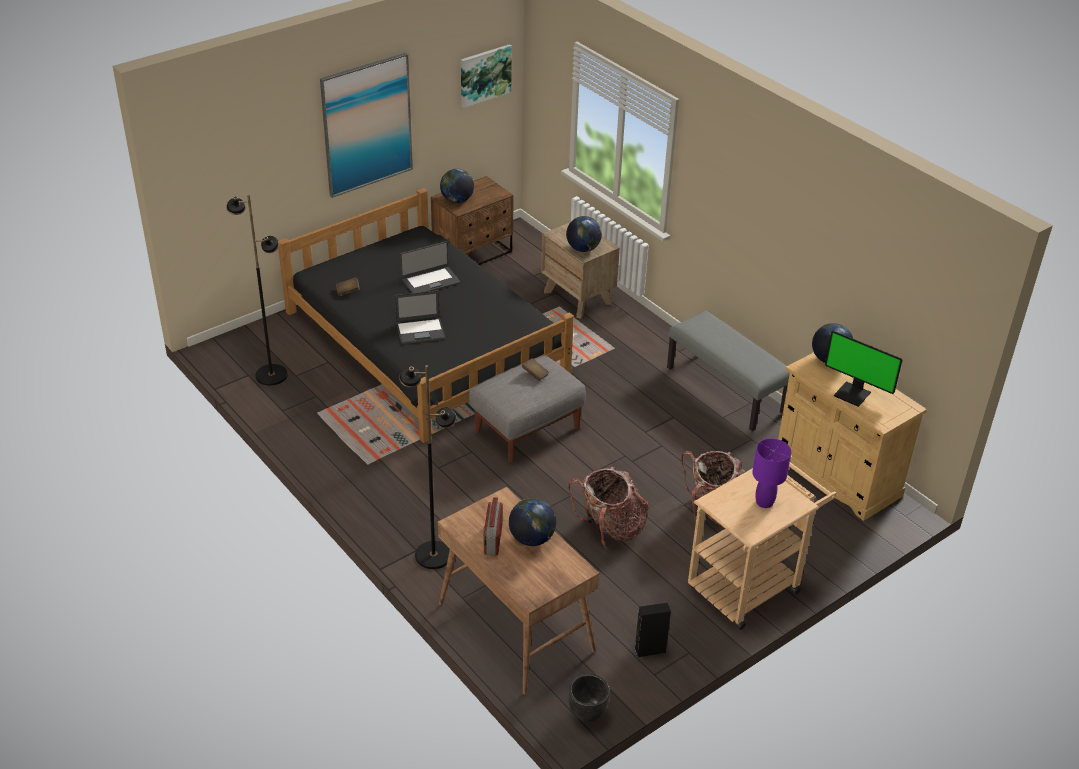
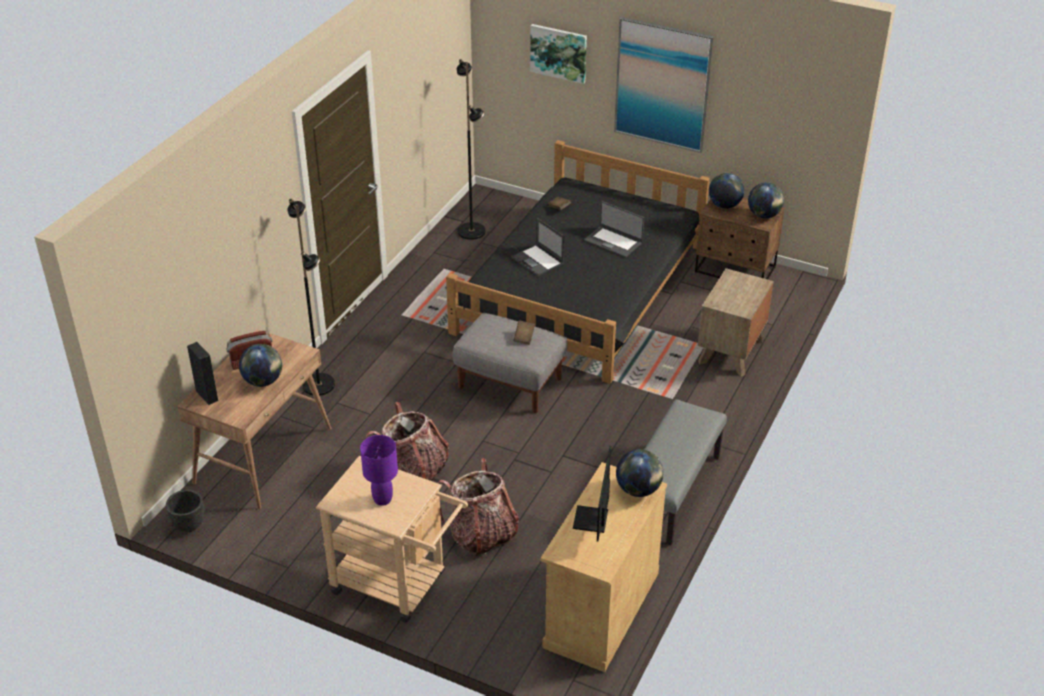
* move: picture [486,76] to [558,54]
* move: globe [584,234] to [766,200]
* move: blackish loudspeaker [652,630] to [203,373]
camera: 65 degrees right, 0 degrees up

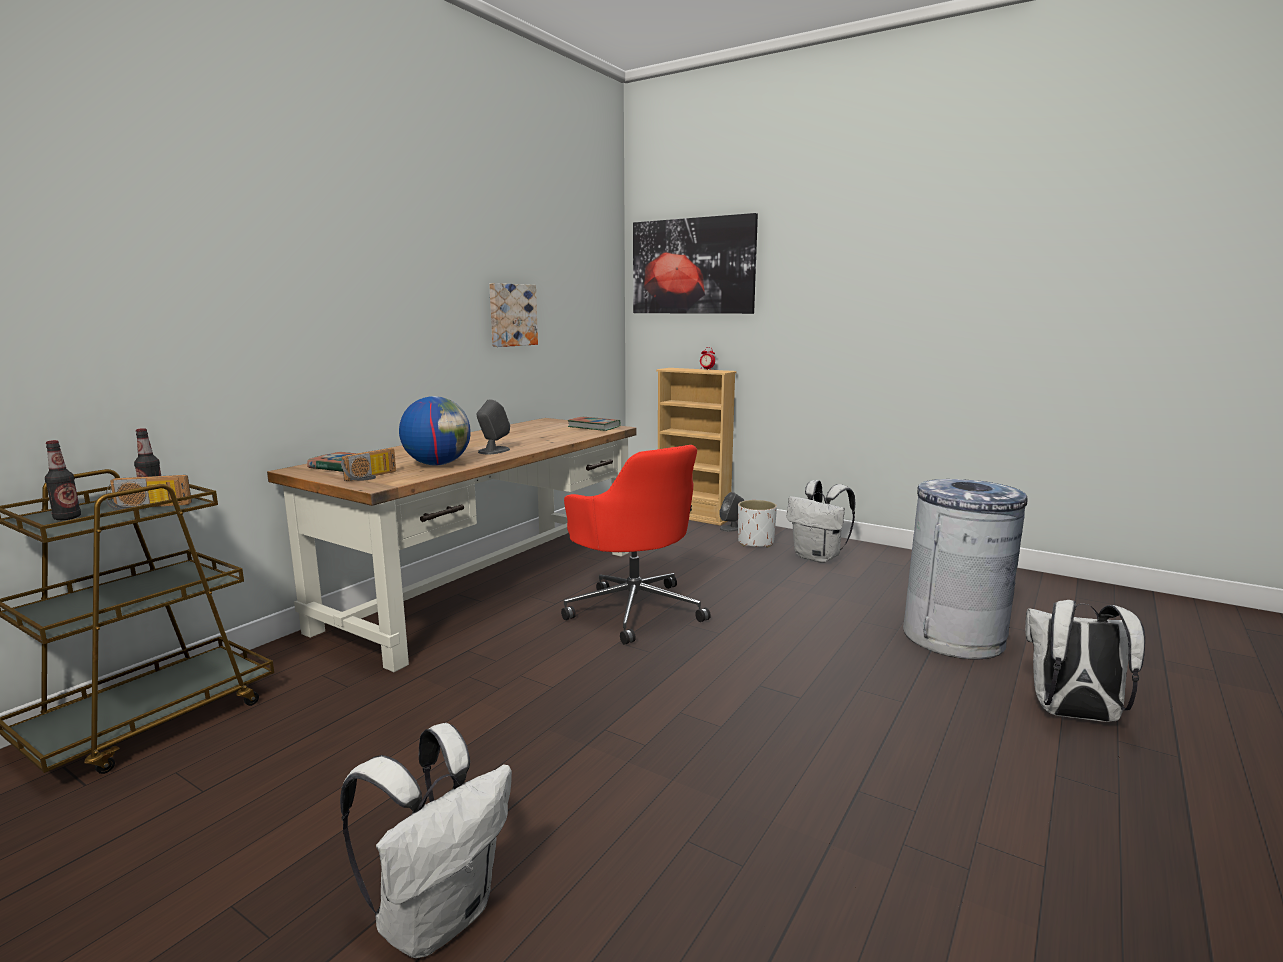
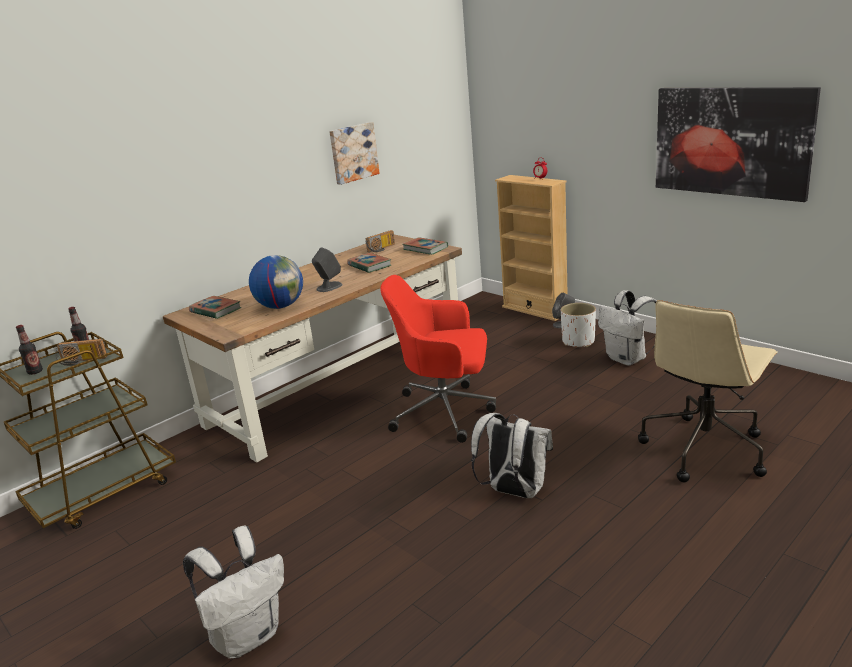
* move: radio receiver [368,464] to [380,241]
* rotate: reddish office chair [636,545] = [438,359] 120 degrees clockwise
* move: picture [695,263] to [738,144]
* replace: gray rubbish bin [965,569] to sand-coloured office chair [708,391]
* move: white-coloured backpack [1085,661] to [512,455]
* insert: volume [369,263]
camera: 15 degrees right, 10 degrees up

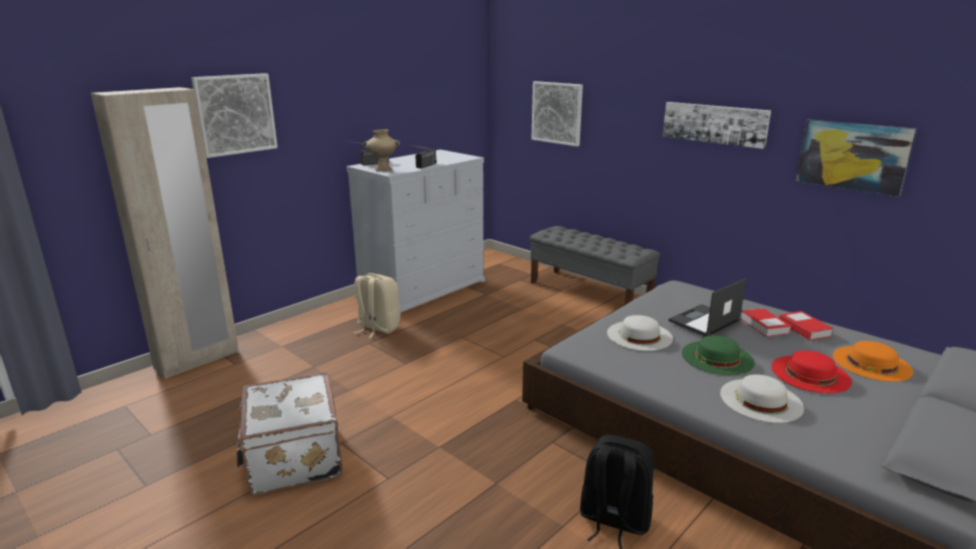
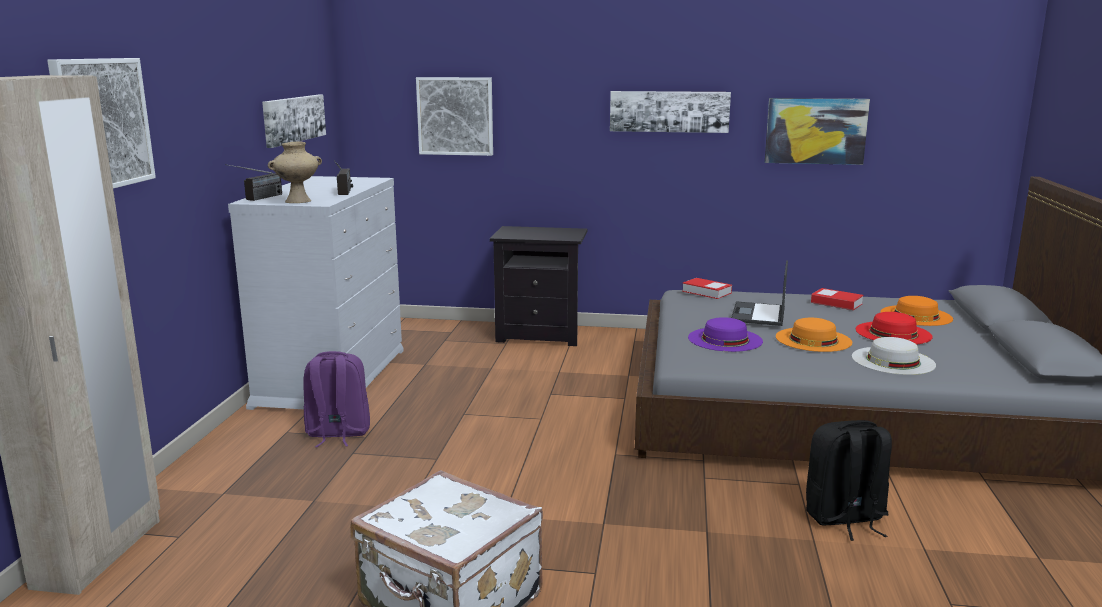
* recolor: sand-coloured backpack [377,305] to purplish backpack [336,399]
* replace: gray long seat [594,265] to blackish night table [539,286]
* recolor: white-coloured clothing hat [640,333] to purplish clothing hat [725,334]
* recolor: greenish clothing hat [718,355] to orange-coloured clothing hat [814,335]
* move: volume [765,322] to [707,288]
* insert: picture [294,121]
camera: 35 degrees left, 5 degrees down

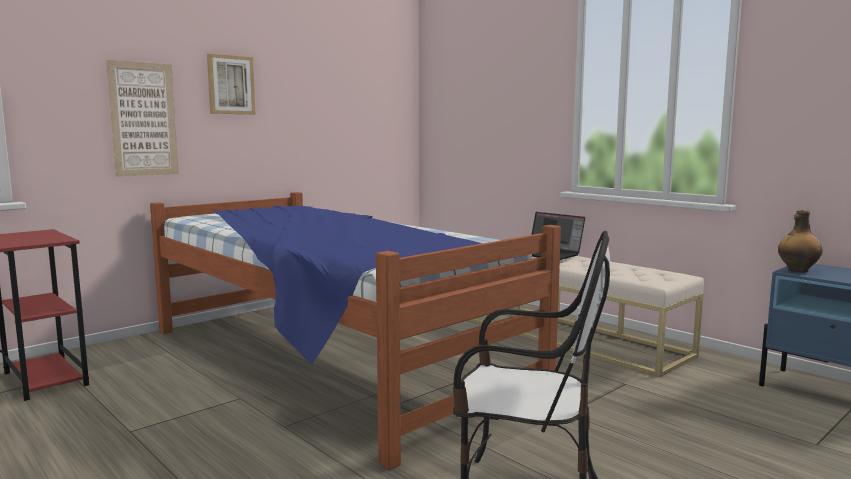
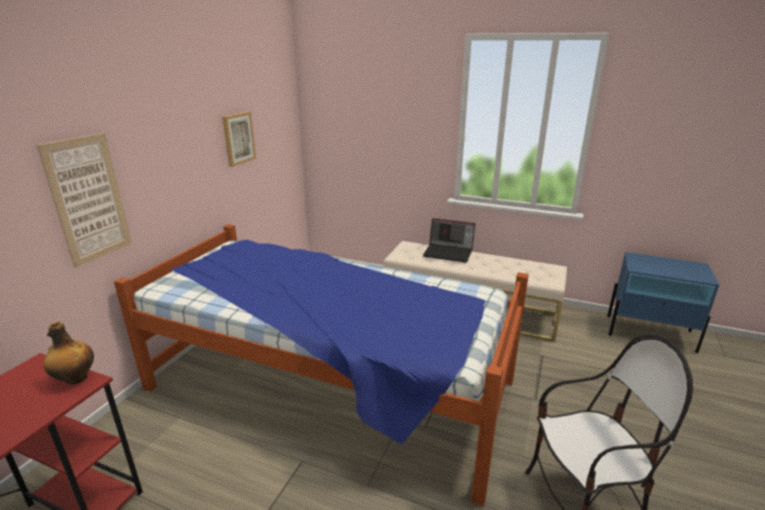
* move: picture [231,84] to [239,139]
* move: drink bottle [800,241] to [69,352]
camera: 25 degrees left, 15 degrees up

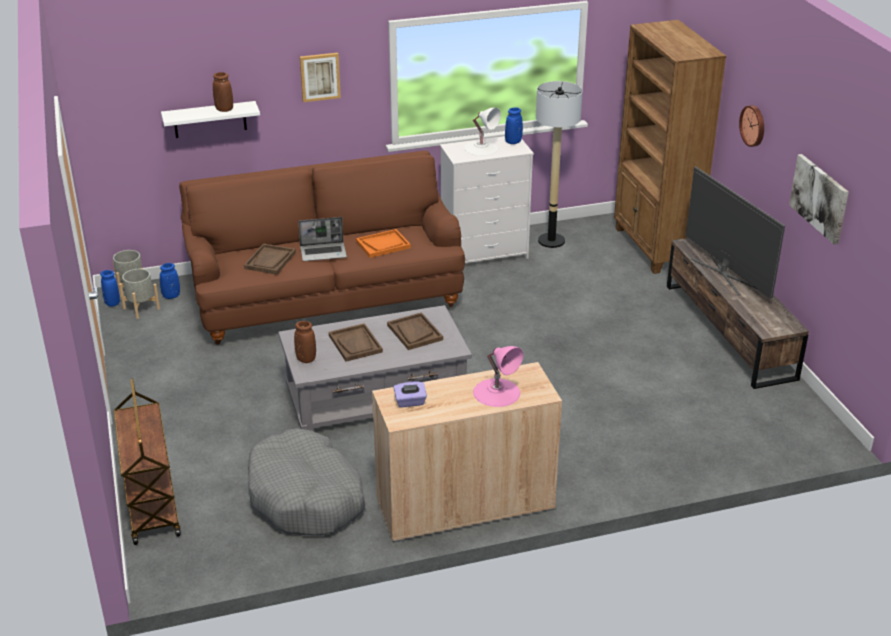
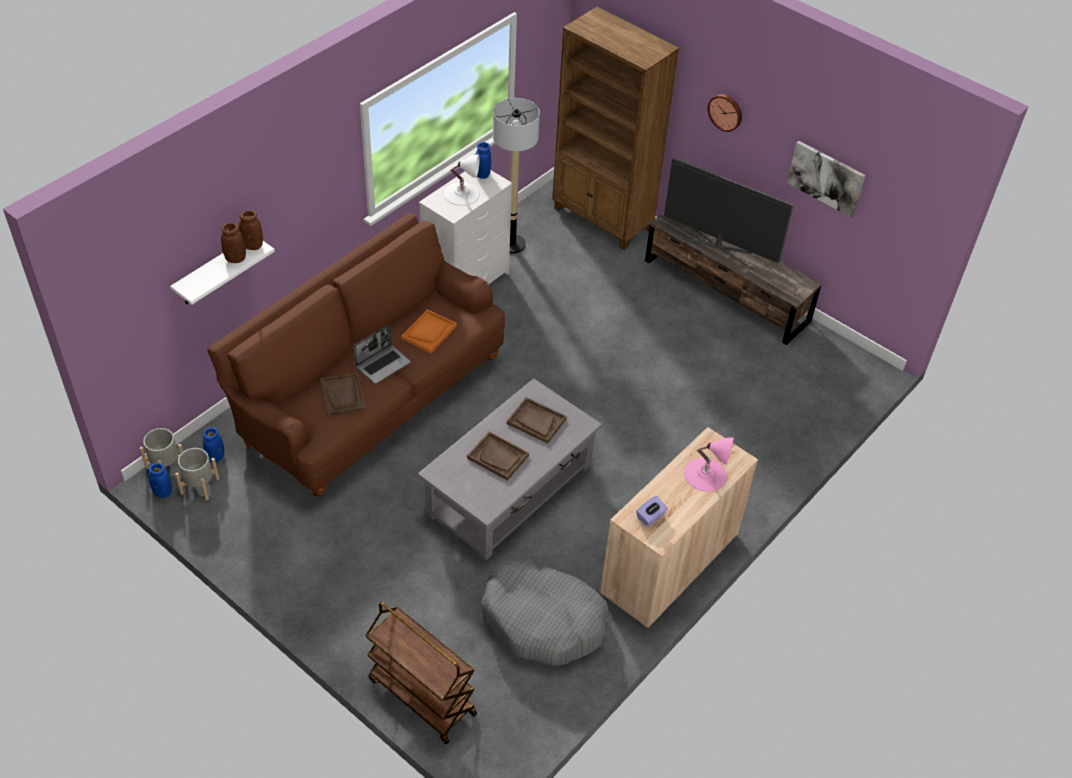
* move: brown-coloured decorative vase [305,342] to [251,230]
* delete: picture [320,77]
camera: 35 degrees left, 15 degrees up

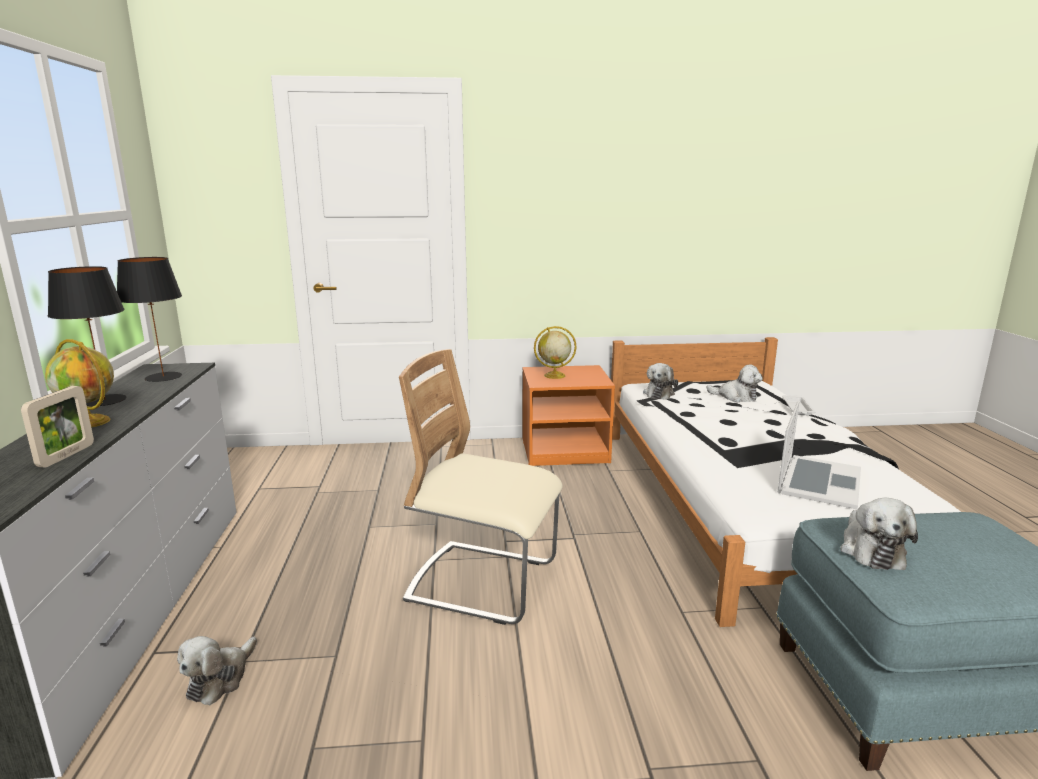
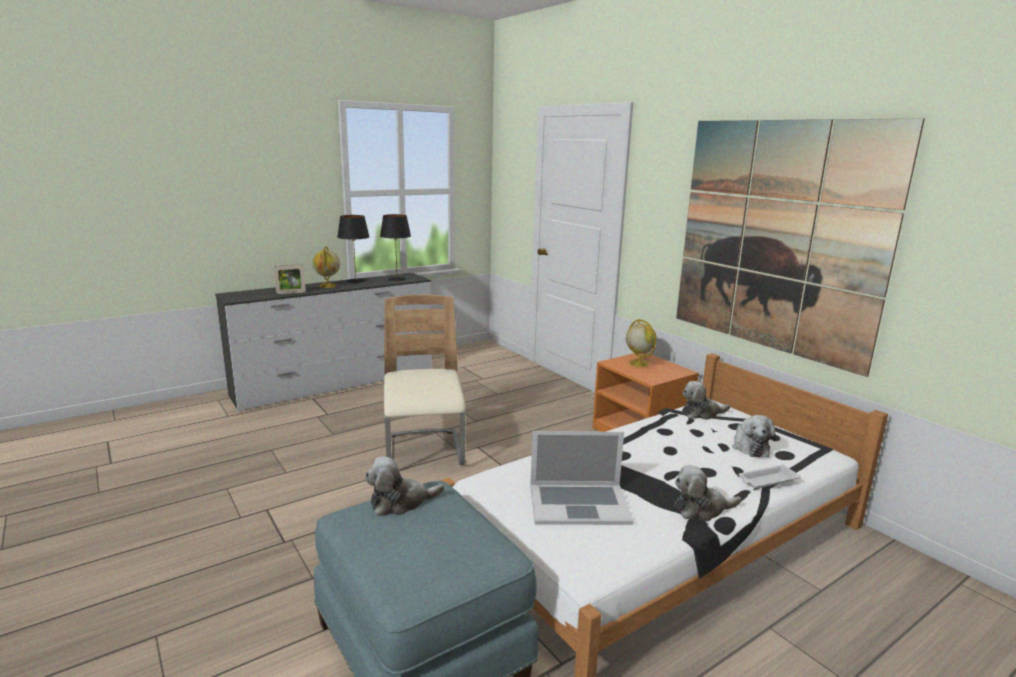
* move: plush toy [217,670] to [707,493]
* insert: picture [800,247]
camera: 60 degrees right, 0 degrees up

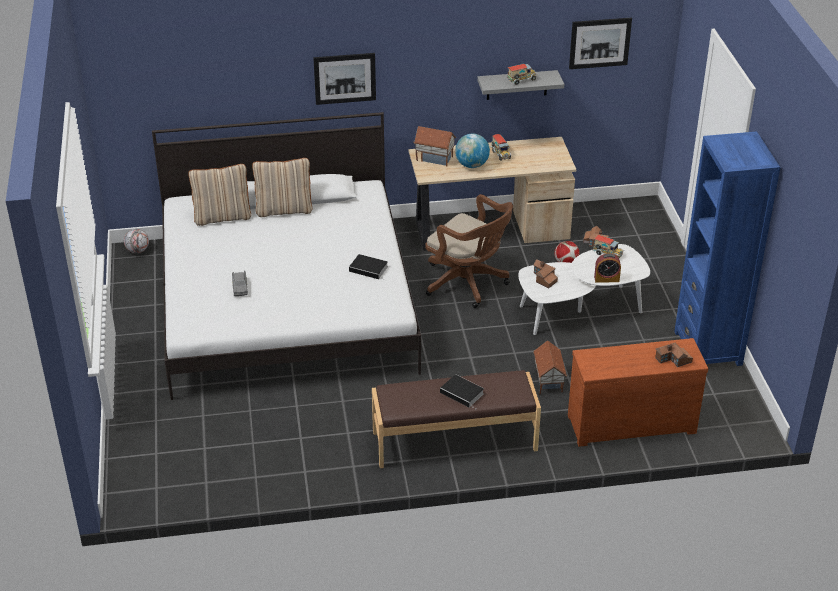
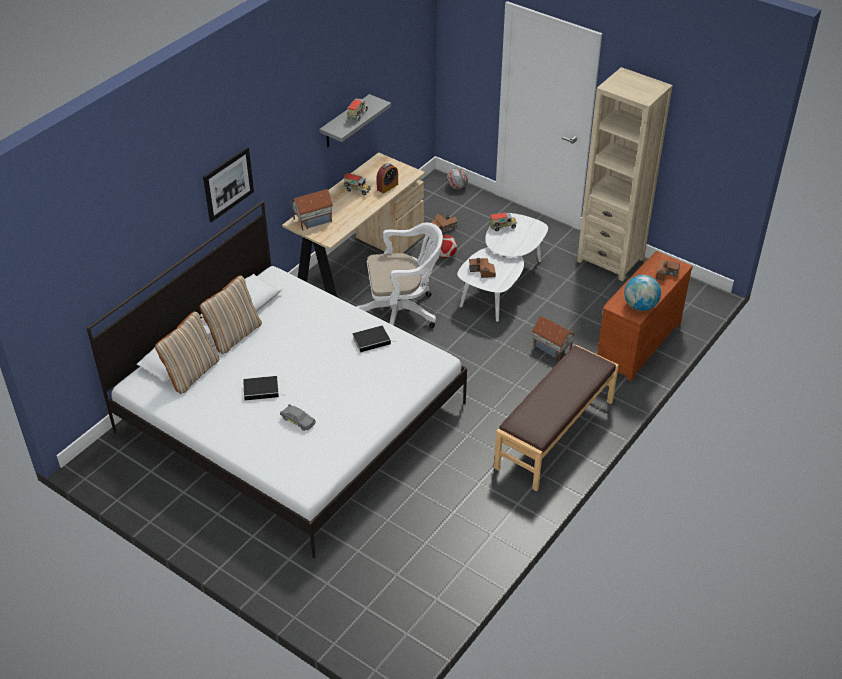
* move: football [136,241] to [457,178]
* recolor: brown-coloured office chair [469,251] to white-coloured office chair [400,276]
* move: volume [462,392] to [263,388]
* move: globe [472,151] to [642,293]
* delete: picture [600,43]
* move: bedside clock [607,267] to [387,178]
* recolor: blue shelving unit [727,248] to sand-coloured shelving unit [625,174]
camera: 45 degrees left, 5 degrees up

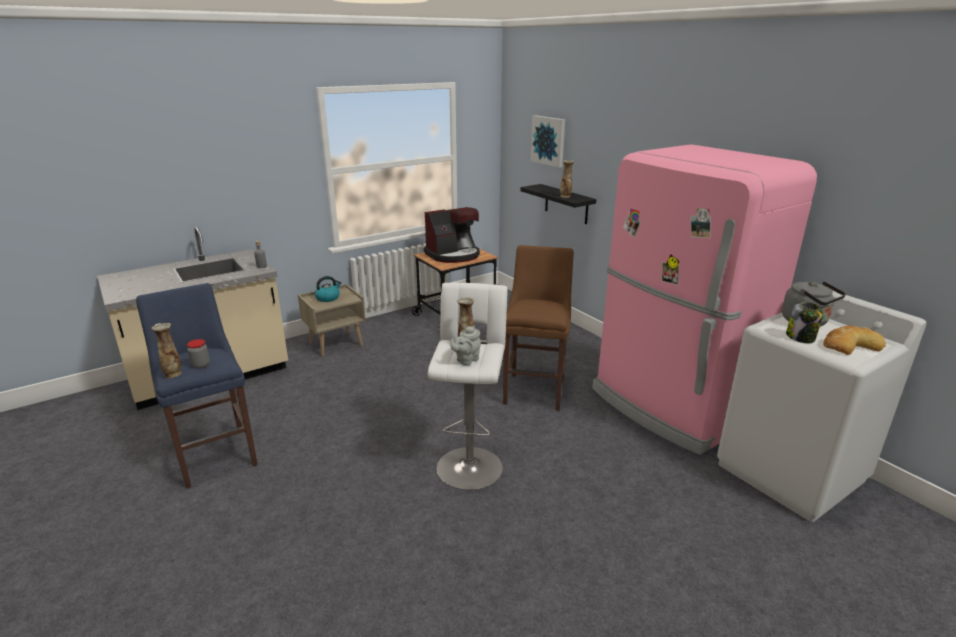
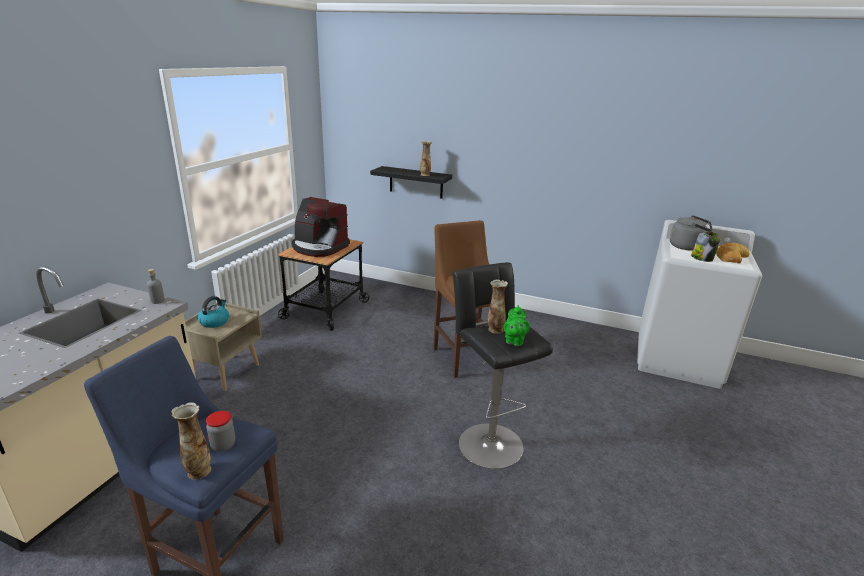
* rotate: coffee machine [451,235] = [321,227] 90 degrees clockwise
* recolor: white-coloured stool [467,386] to blackish stool [502,365]
* recolor: gray pot for tea [465,345] to greenish pot for tea [516,325]
* delete: picture [547,141]
* delete: pinkish fridge [704,300]
camera: 35 degrees left, 0 degrees up

